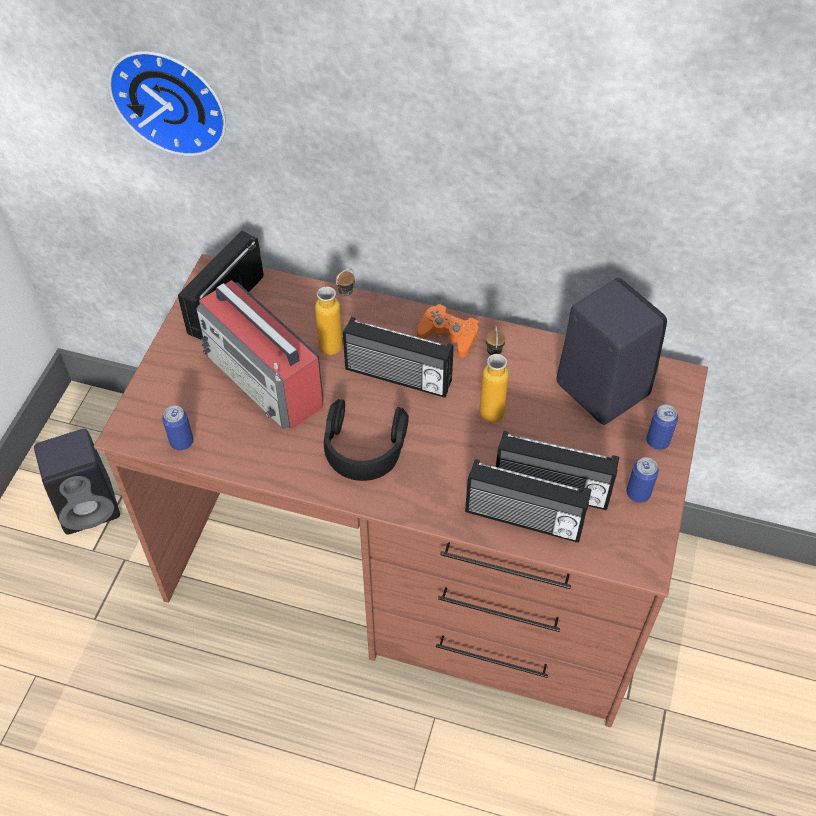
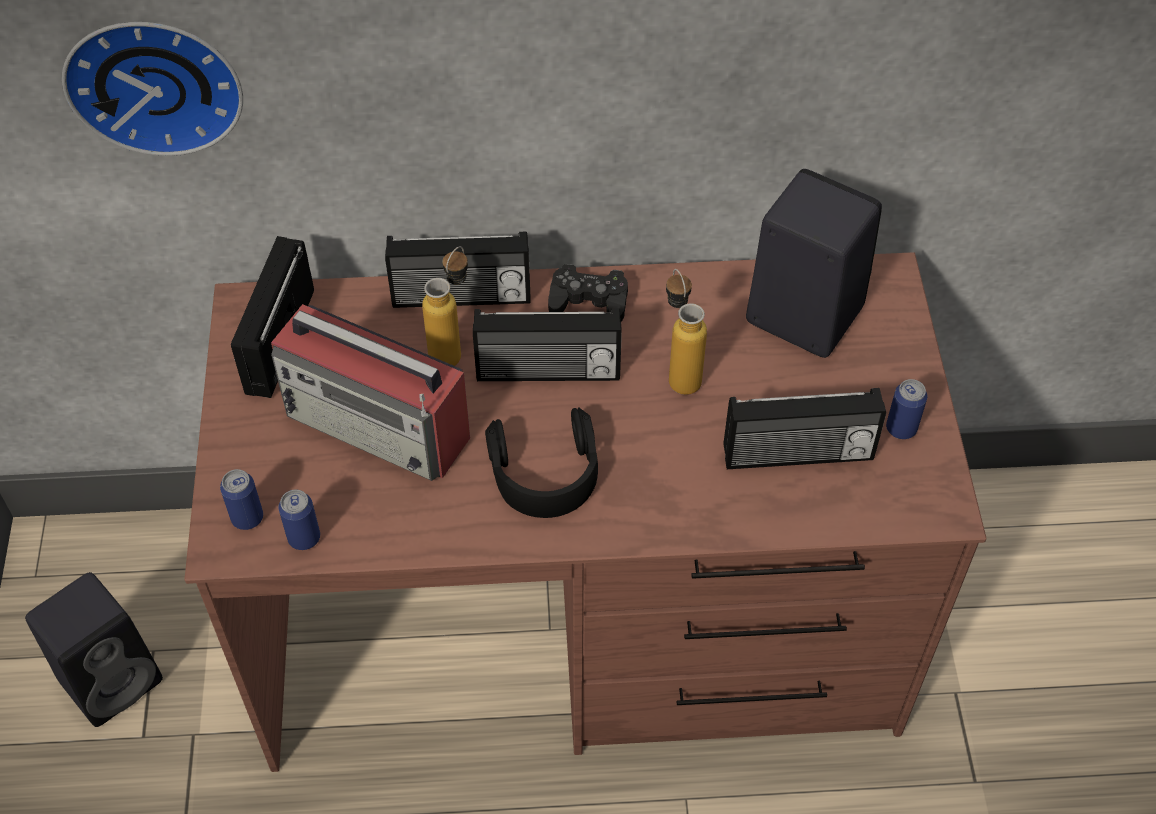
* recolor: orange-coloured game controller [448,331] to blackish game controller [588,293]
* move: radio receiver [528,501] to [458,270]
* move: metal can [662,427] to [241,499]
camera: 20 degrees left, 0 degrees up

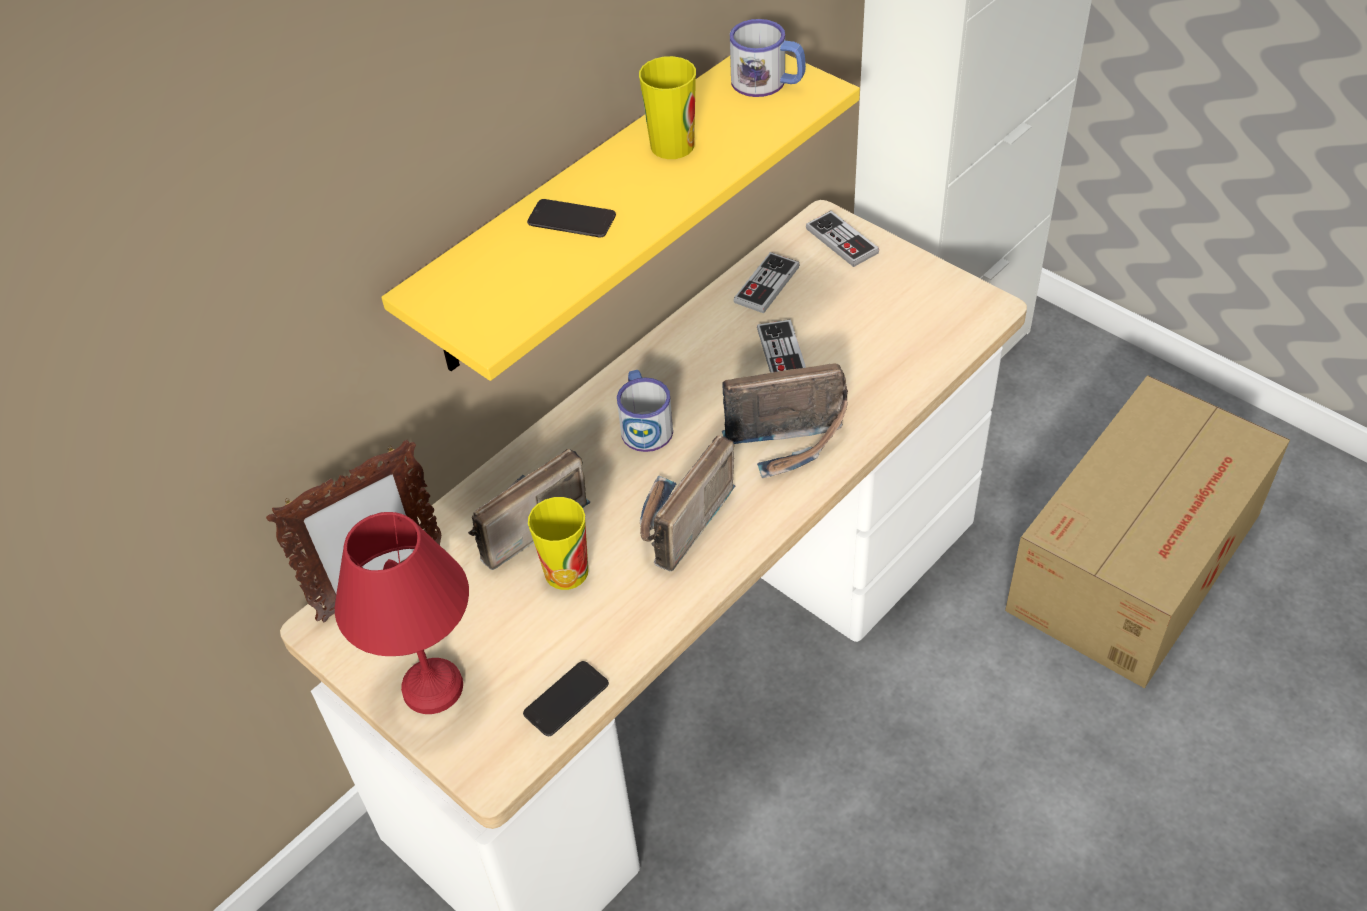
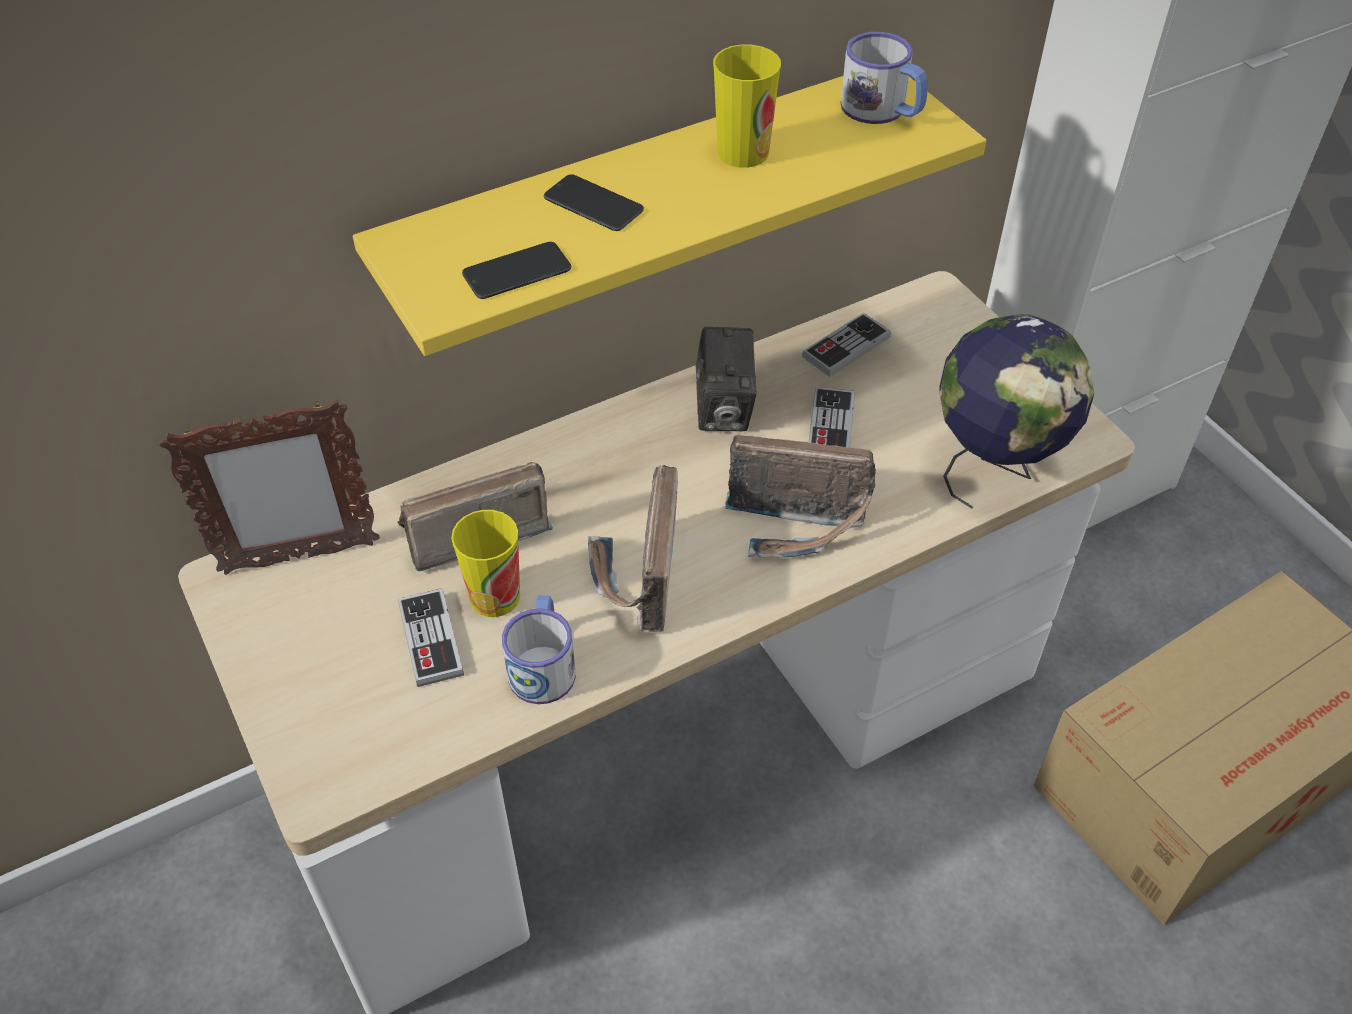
* delete: reddish tabletop lamp [402,613]
* move: telephone [566,698] to [516,270]
* move: tea mug [645,411] to [539,649]
* rotate: radio receiver [688,503] = [633,548] 45 degrees counterclockwise
* move: game controller [842,239] to [431,637]
* insert: photo camera [726,379]
* insert: globe [1016,411]
camera: 15 degrees right, 0 degrees up

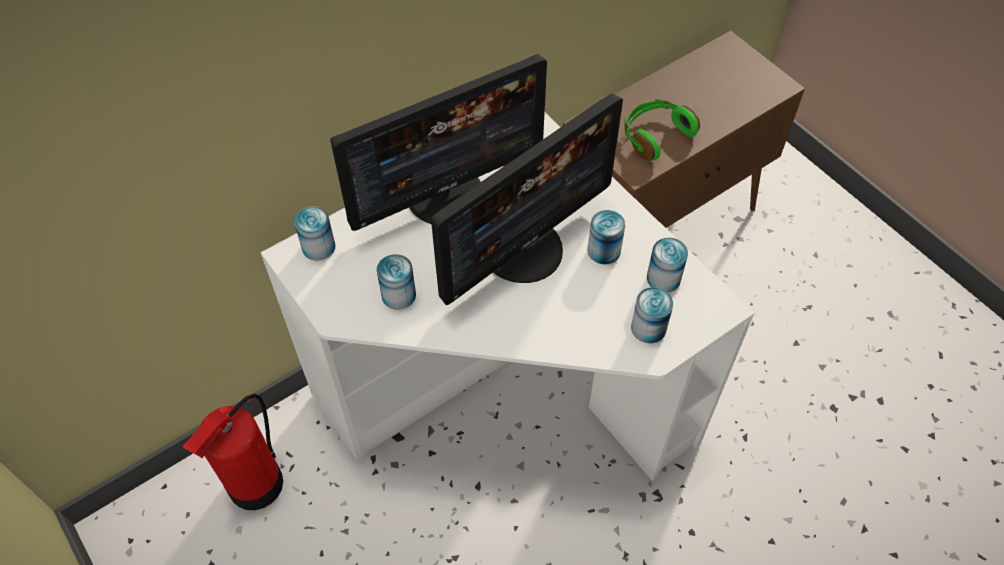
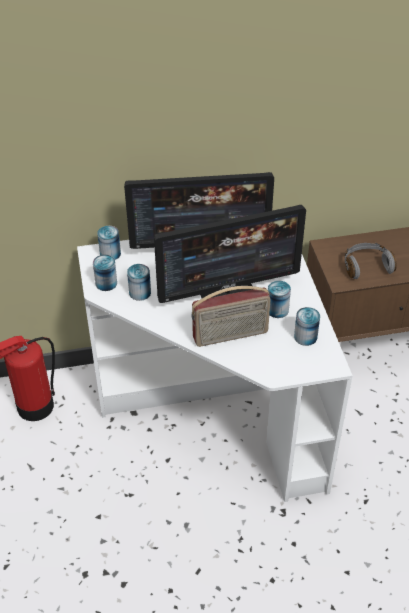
* recolor: greenish pair of headphones [662,130] to gray pair of headphones [371,261]
* move: metal can [652,315] to [105,273]
* insert: radio receiver [230,316]
camera: 25 degrees right, 10 degrees down

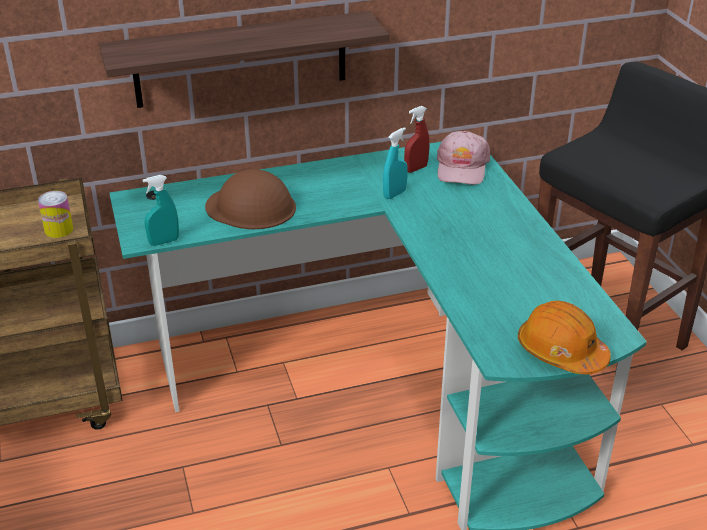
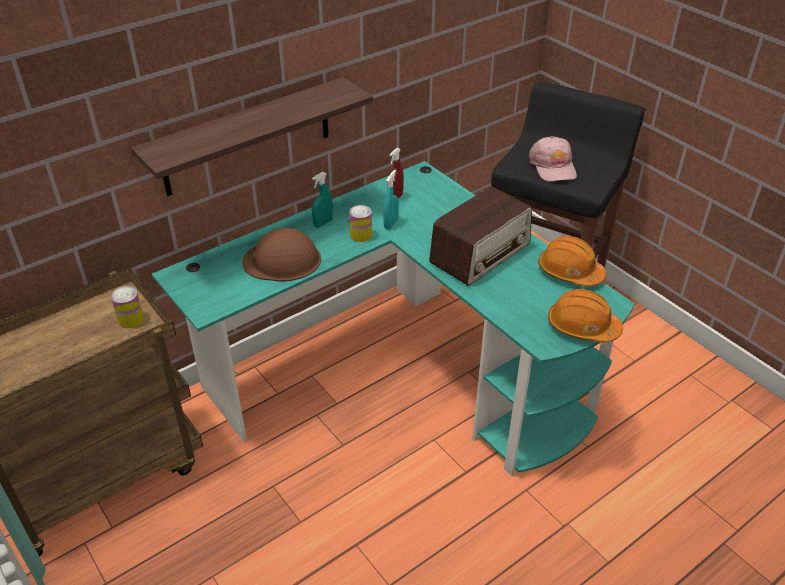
* move: turquoise hand sprayer [161,210] to [322,200]
* move: pinkish cap [463,158] to [553,159]
* insert: metal can [360,223]
* insert: radio receiver [480,236]
* insert: orange-coloured work helmet [572,261]
camera: 20 degrees left, 5 degrees up

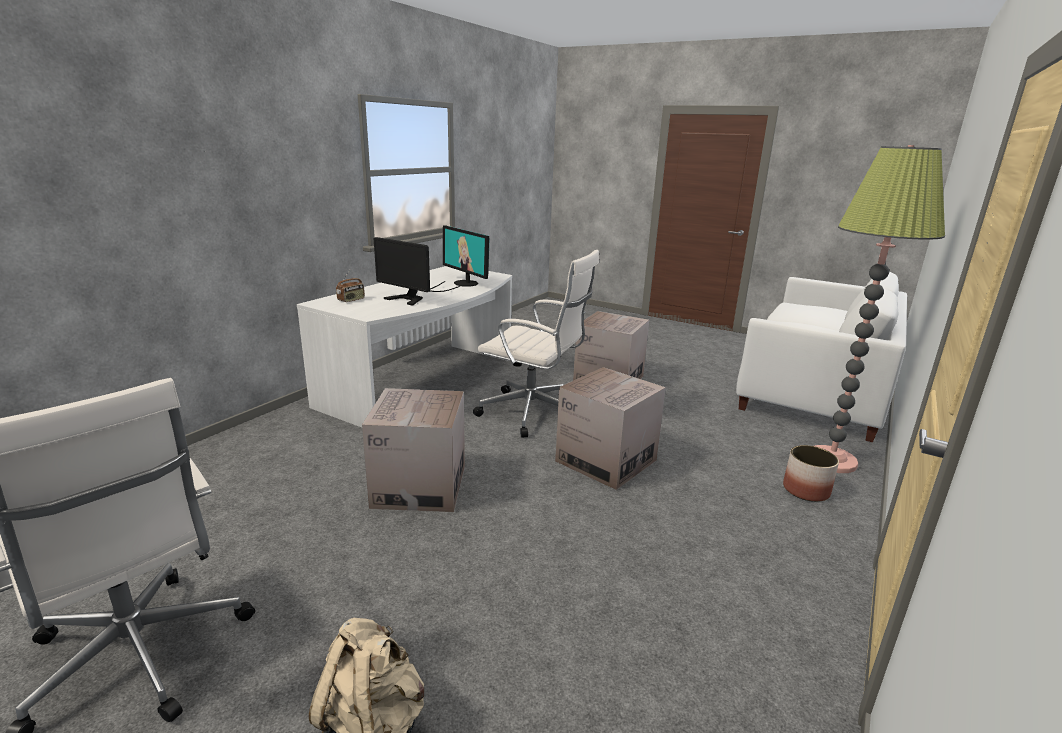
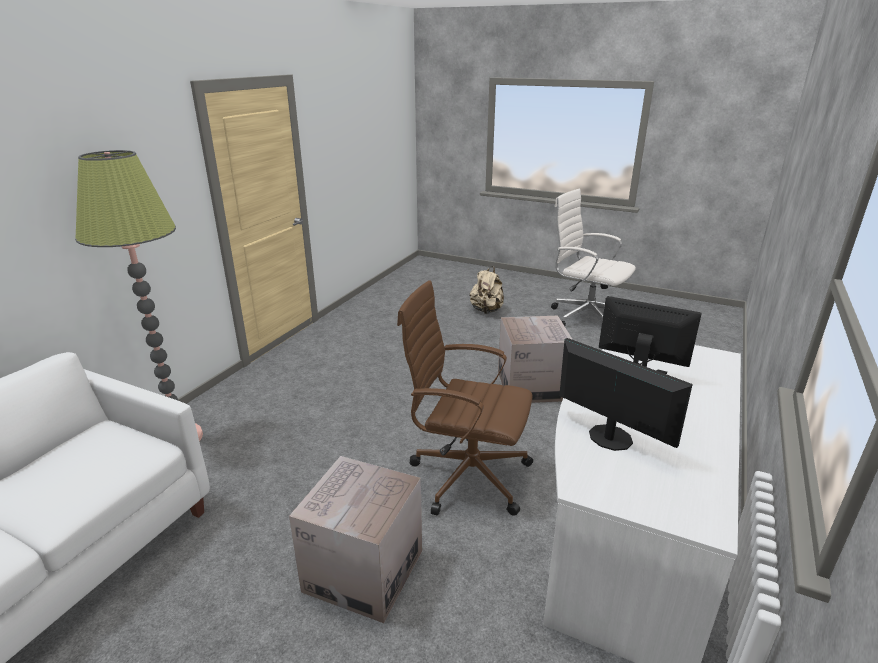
* delete: radio receiver [350,286]
* recolor: white-coloured office chair [536,344] to brown-coloured office chair [465,398]
* delete: cardboard box [610,428]
* delete: plant pot [811,473]
camera: 175 degrees right, 5 degrees up

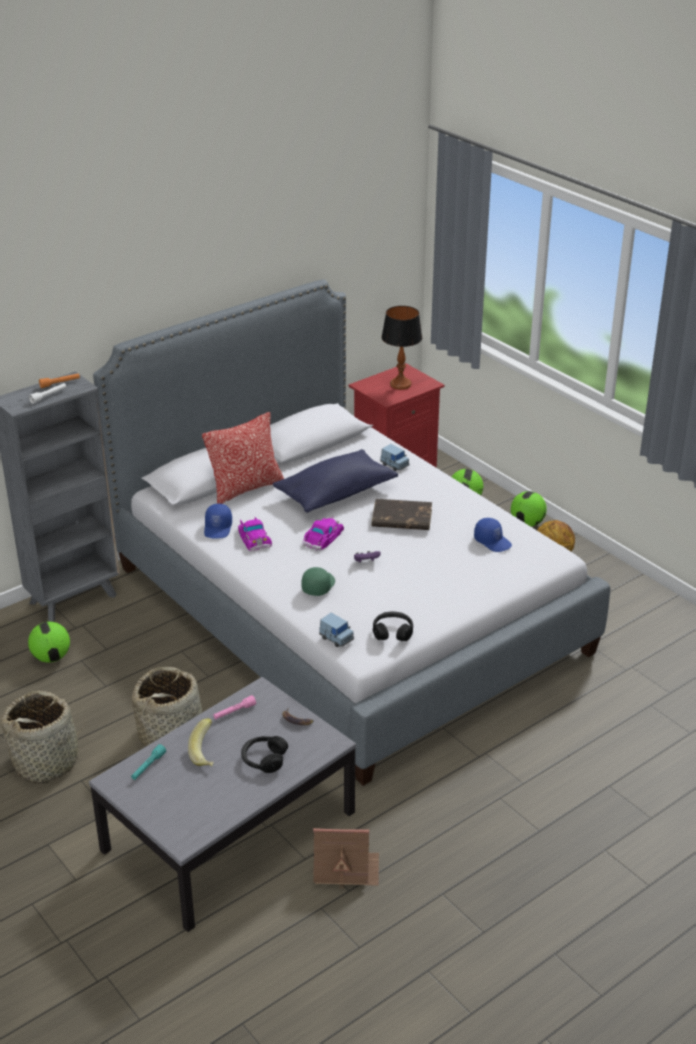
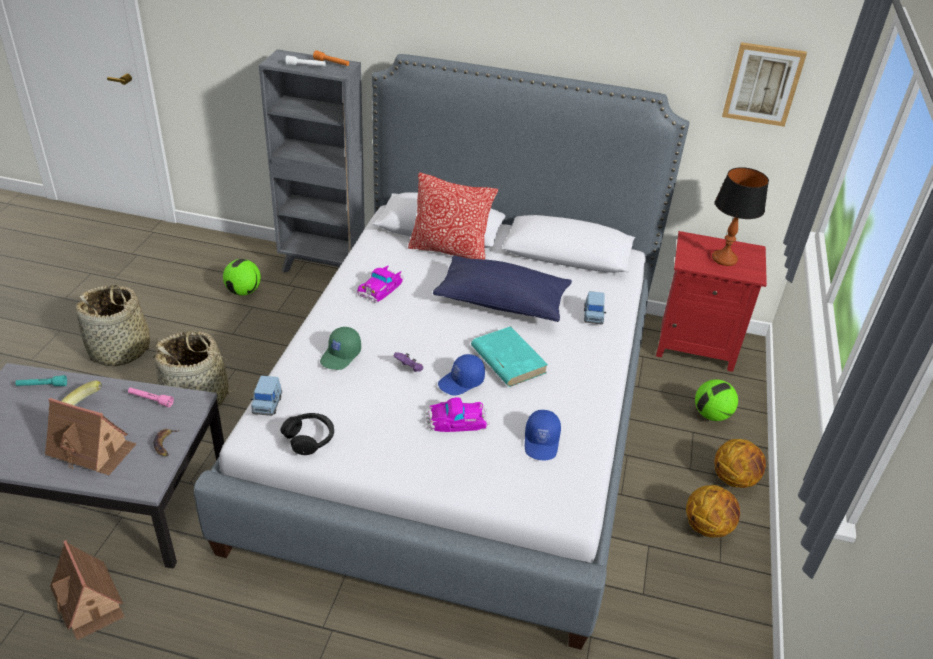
* move: blue cap [218,521] to [461,375]
* replace: blackish pair of headphones [264,754] to toy house [91,436]
* rotate: greenish cap [318,581] = [340,348] 135 degrees clockwise
* move: model car [323,533] to [458,414]
* recolor: brown-coloured volume [402,514] to turquoise volume [509,356]
* replace: football [529,509] to basketball ball [740,463]
* insert: picture [764,84]
camera: 50 degrees right, 5 degrees up

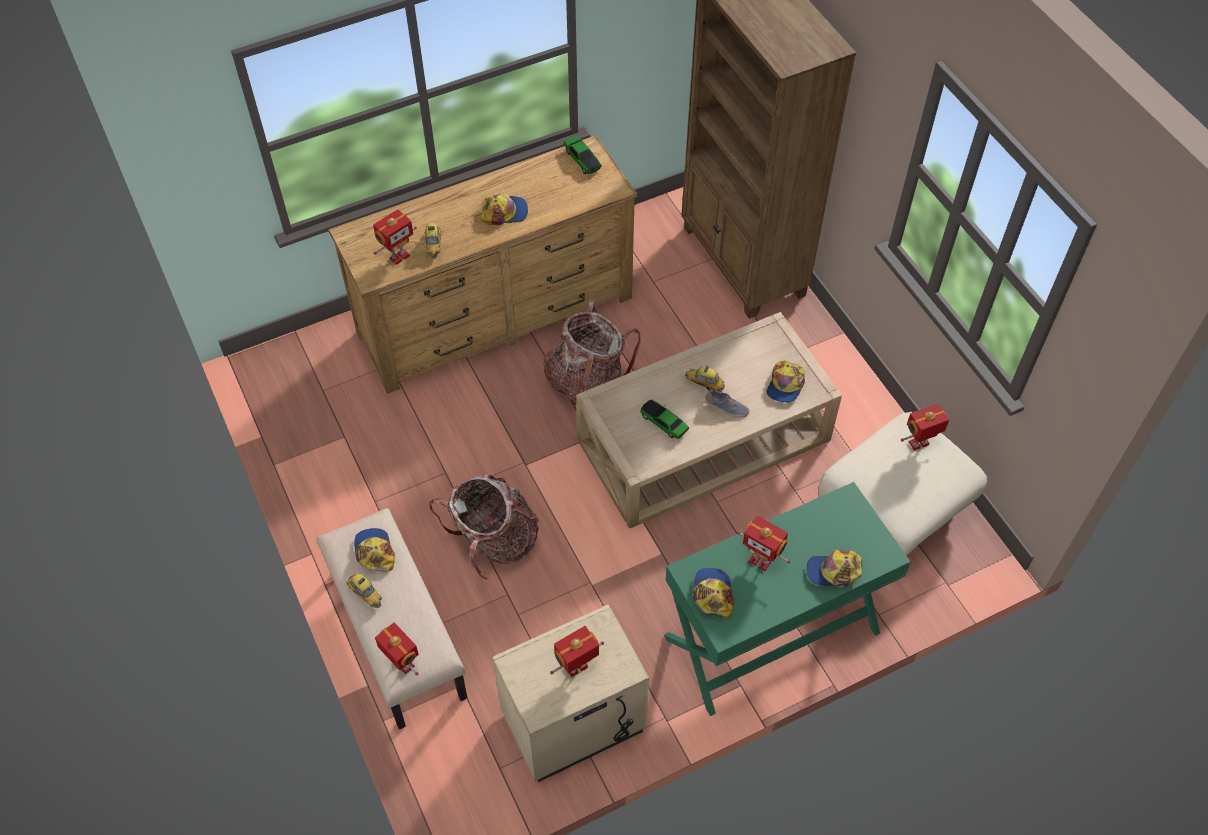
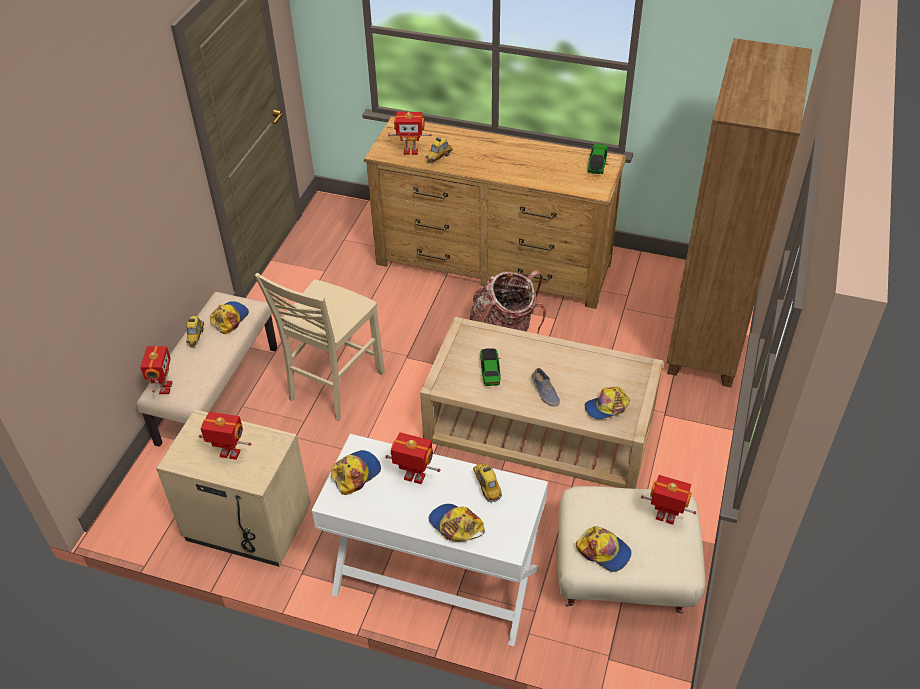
* replace: backpack [483,526] to sand-coloured plain chair [320,347]
* move: cap [504,209] to [603,549]
* recolor: greenish desk [787,599] to white-coloured desk [430,540]
* move: model car [705,379] to [487,483]
* rotate: model robot [763,543] = [412,458] 120 degrees clockwise
camera: 45 degrees right, 10 degrees down

